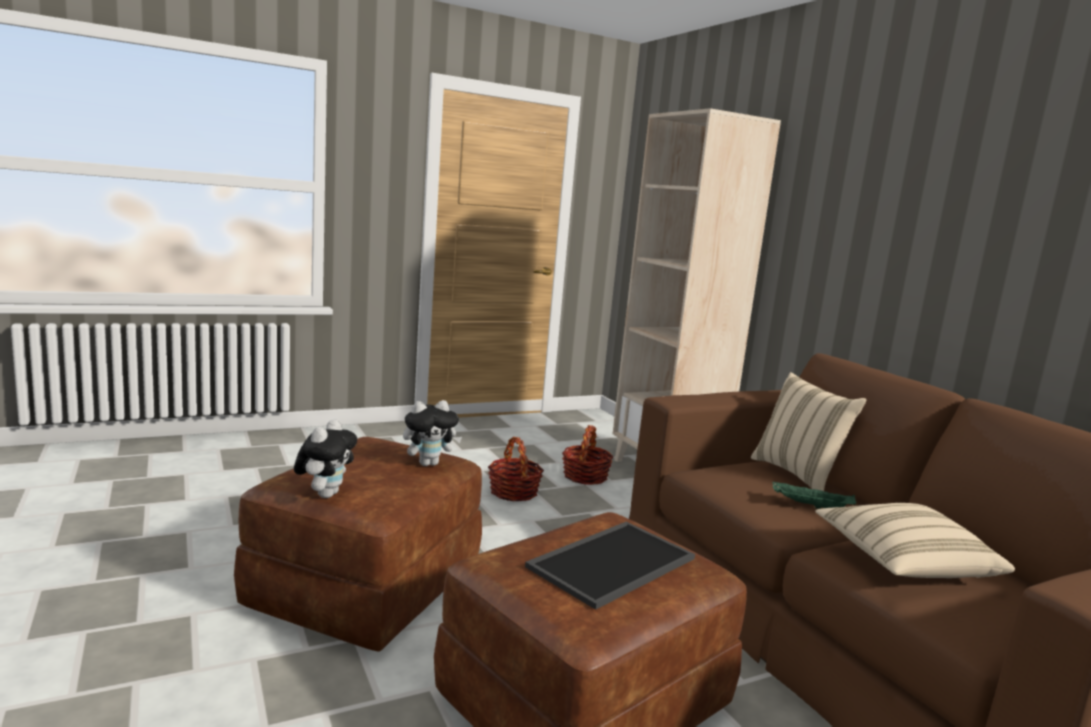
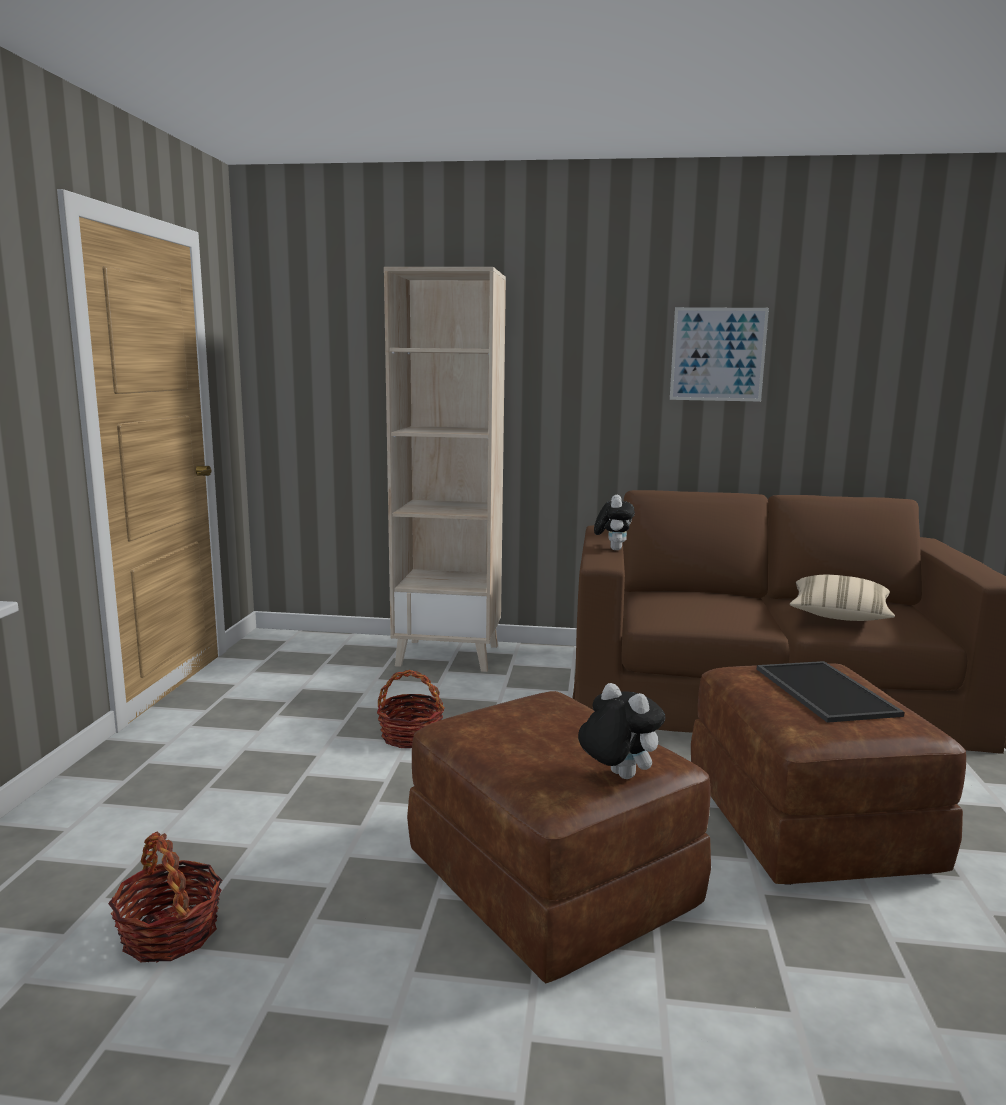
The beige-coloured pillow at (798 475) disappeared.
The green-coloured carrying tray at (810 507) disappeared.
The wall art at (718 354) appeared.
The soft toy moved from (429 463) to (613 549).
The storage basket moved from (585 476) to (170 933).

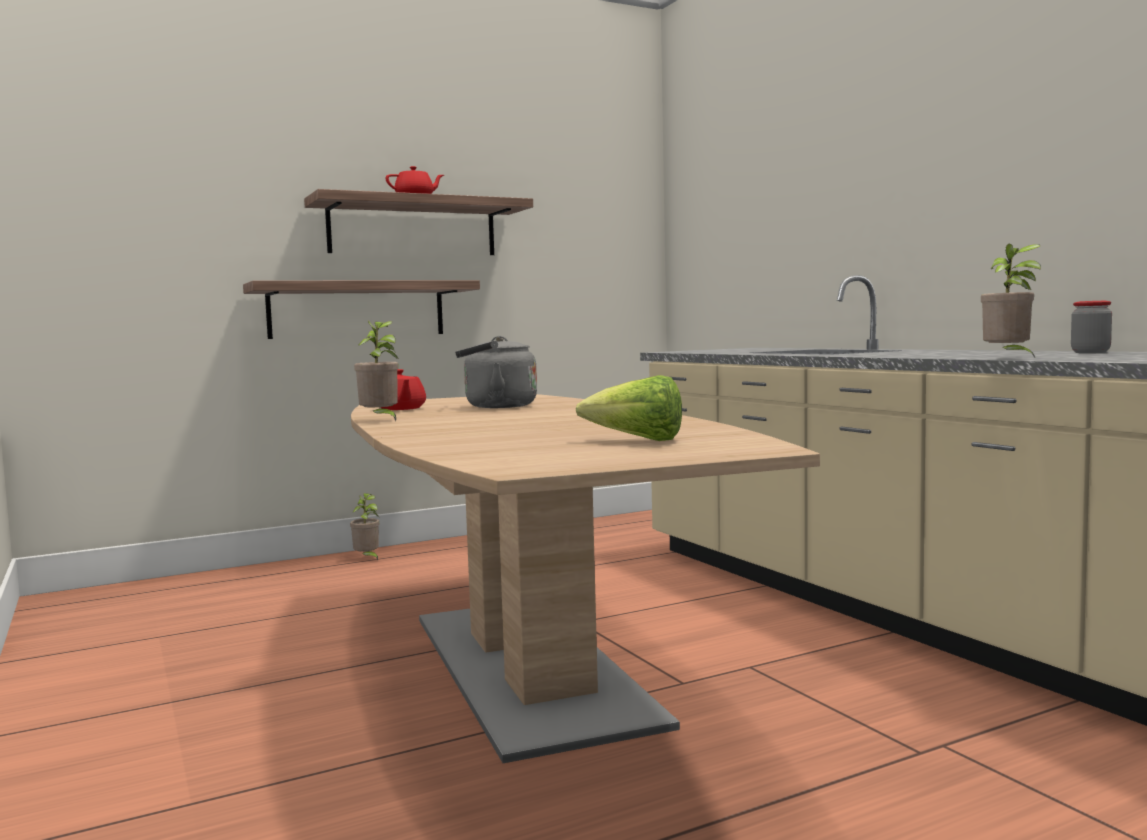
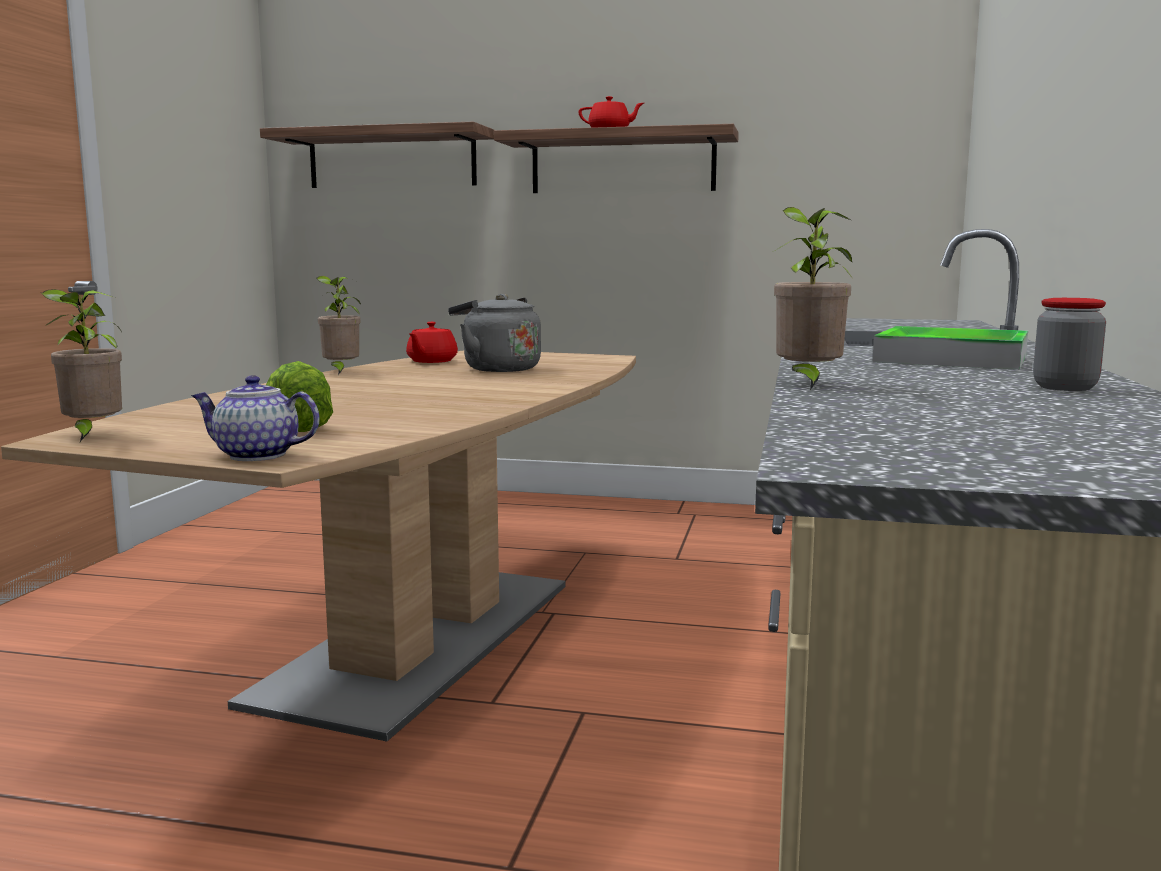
The pot for tea at (255 456) appeared.
The carrying tray at (951 359) appeared.
The wall shelf moved from (357 310) to (392 159).
The plant in a pot moved from (367 558) to (92 435).

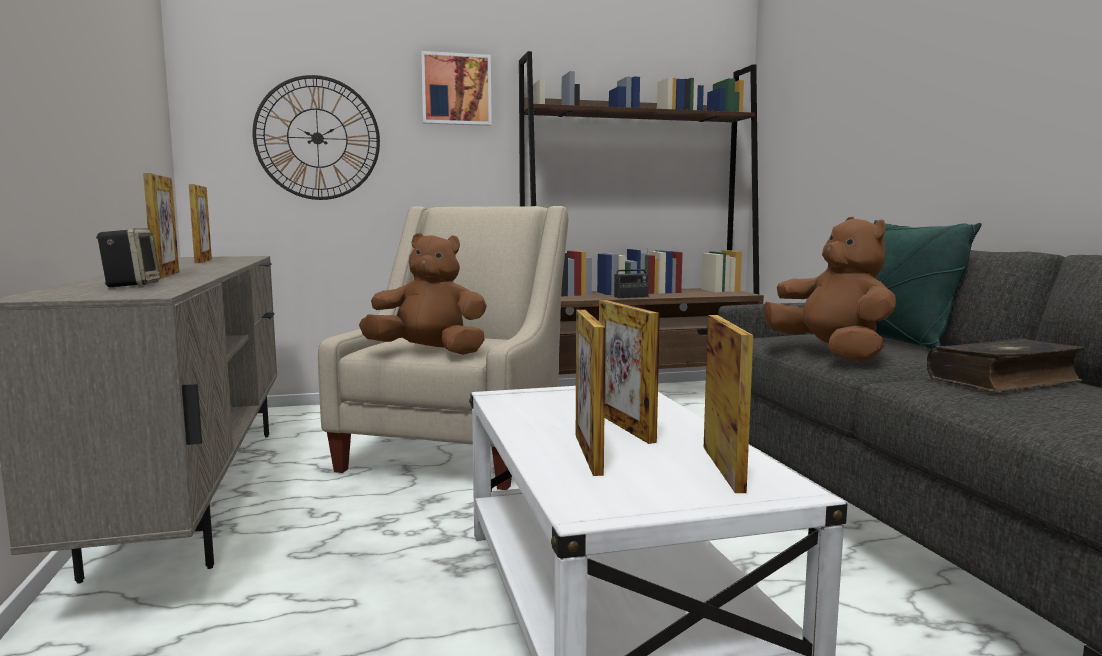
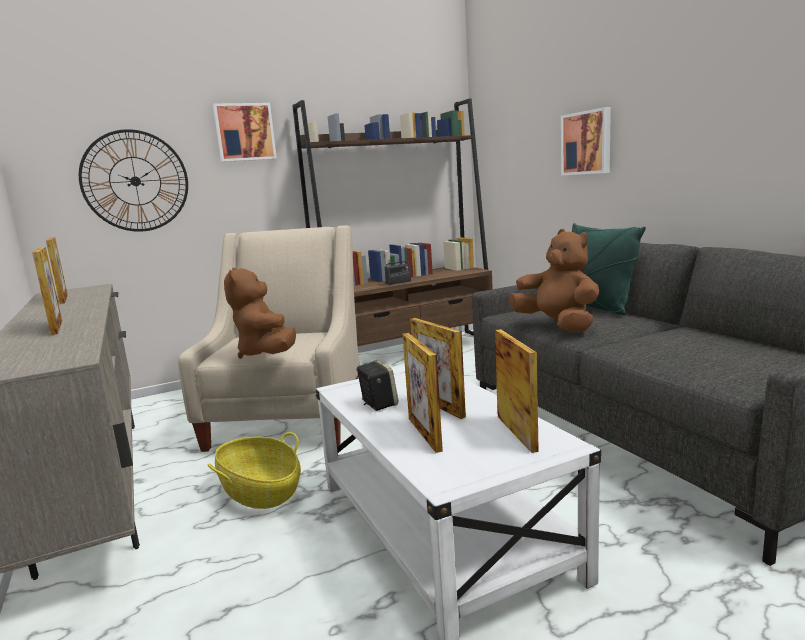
The volume at (1005 381) disappeared.
The storage basket at (261 492) appeared.
The wall art at (587 143) appeared.
The loudspeaker moved from (131 285) to (378 403).
The brown soft toy at (429 352) turned 105 degrees counterclockwise.

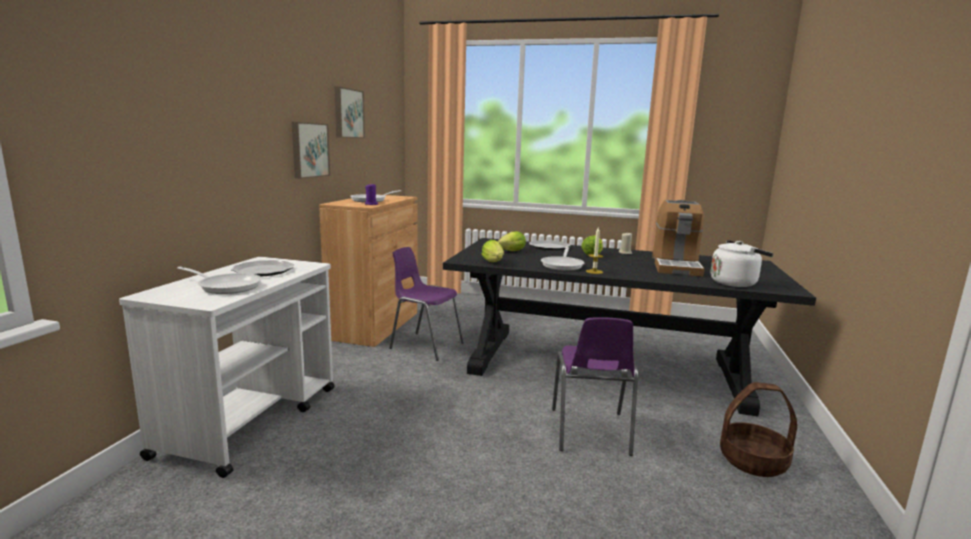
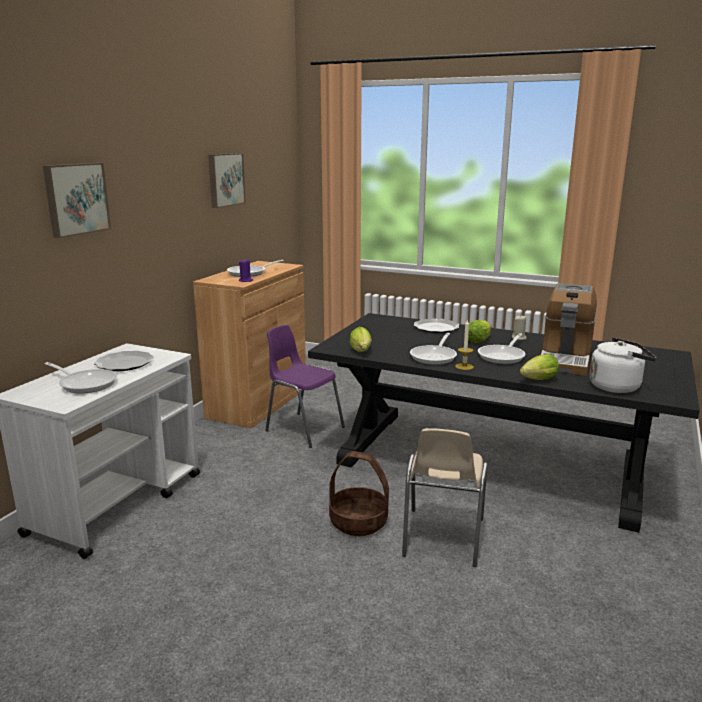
The skillet at (503 356) appeared.
The wall art moved from (309 150) to (75 199).
The lettuce head moved from (510 251) to (537 380).
The storage basket moved from (753 460) to (359 522).
The purple-coloured upright chair at (590 432) became the beige-coloured upright chair at (442 538).

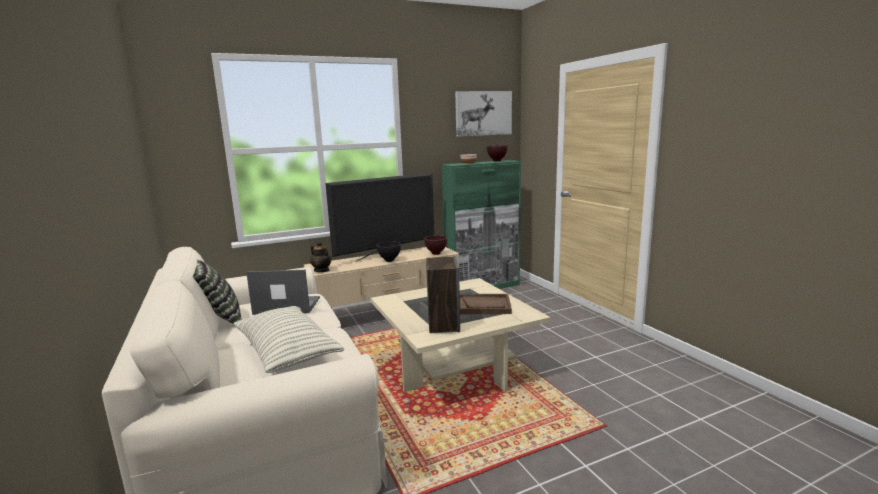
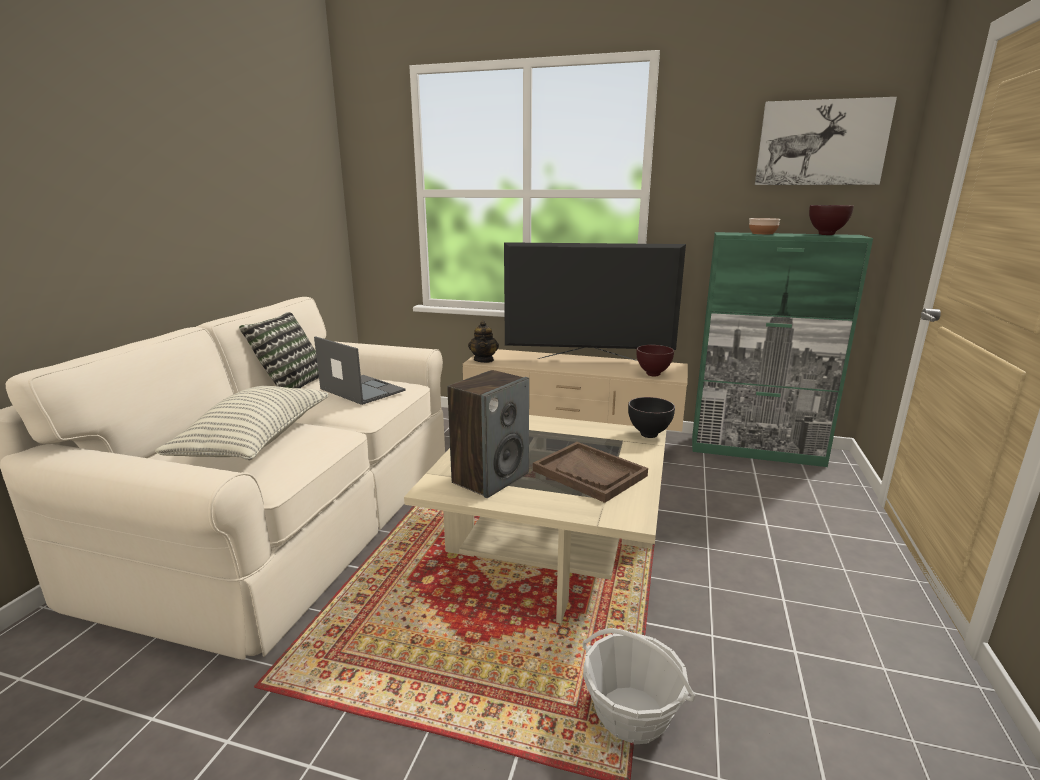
The storage basket at (631 714) appeared.
The black-coloured bowl moved from (389 261) to (648 435).

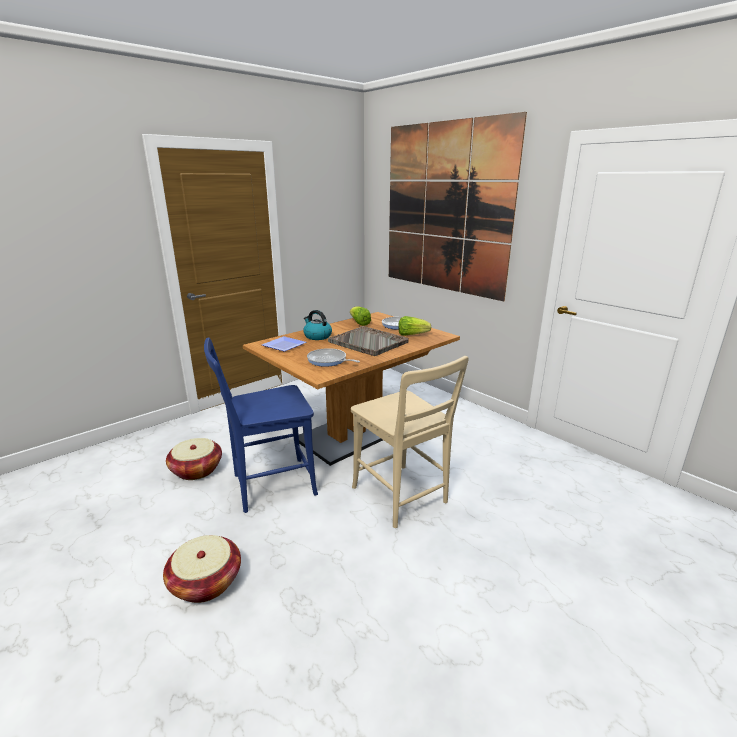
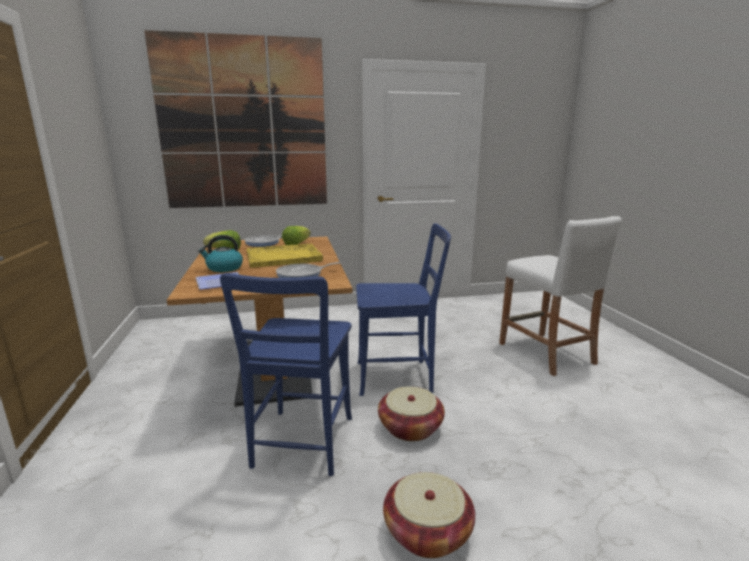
The whitish stool at (546 353) appeared.
The storage basket moved from (196 470) to (410 428).
The grey carrying tray at (368 342) became the yellow carrying tray at (284 257).
The beige-coloured upright chair at (402 498) became the blue upright chair at (399 377).

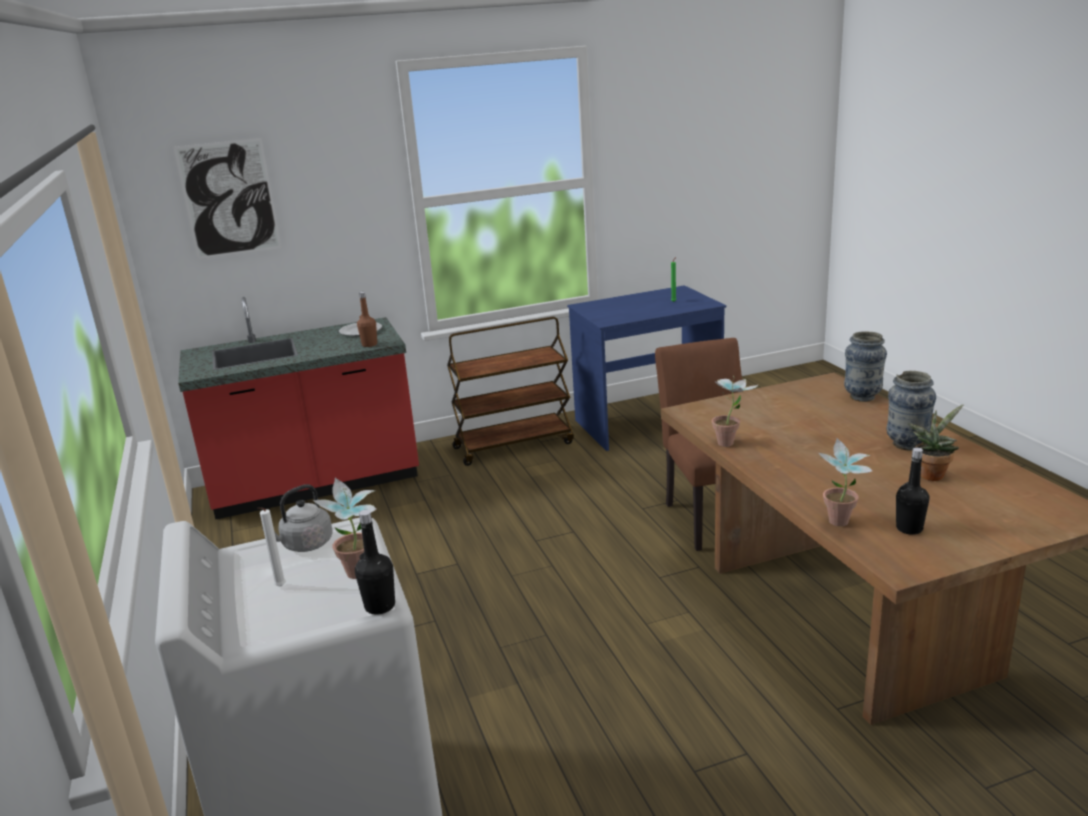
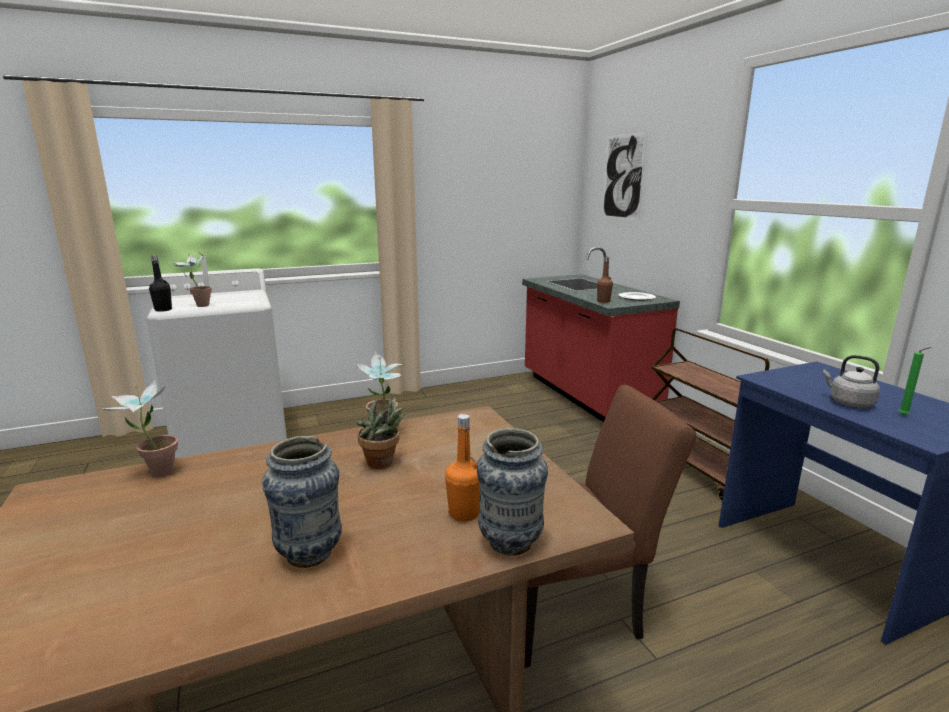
The black-coloured beverage bottle at (909 528) disappeared.
The orange beverage bottle at (464 514) appeared.
The grey kettle moved from (305 545) to (848 402).
The plant in a pot moved from (932 474) to (383 463).

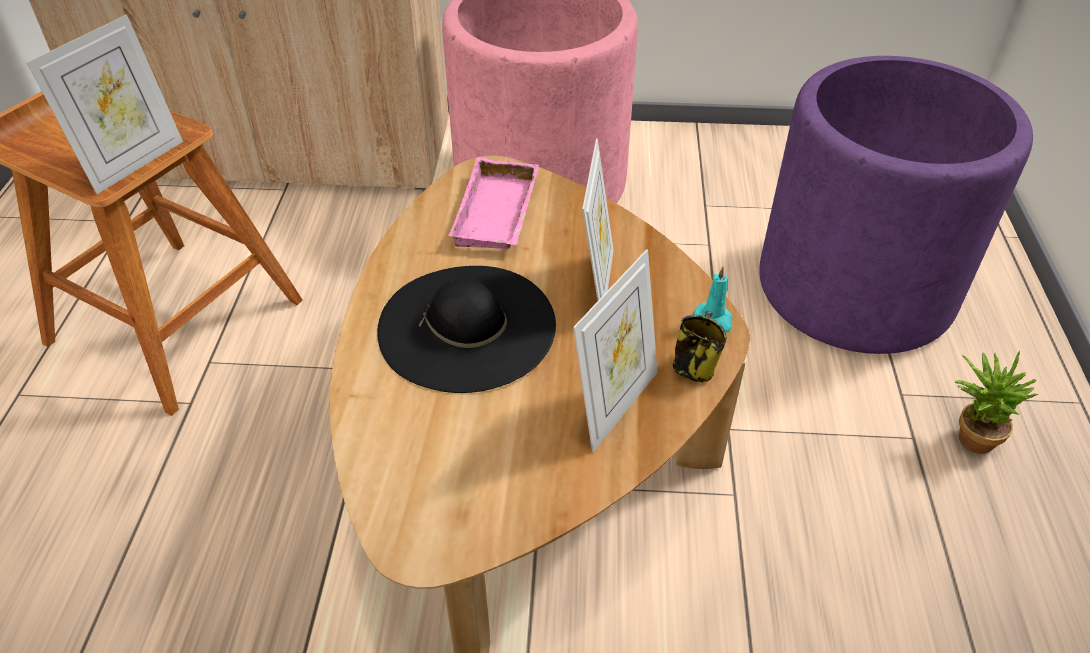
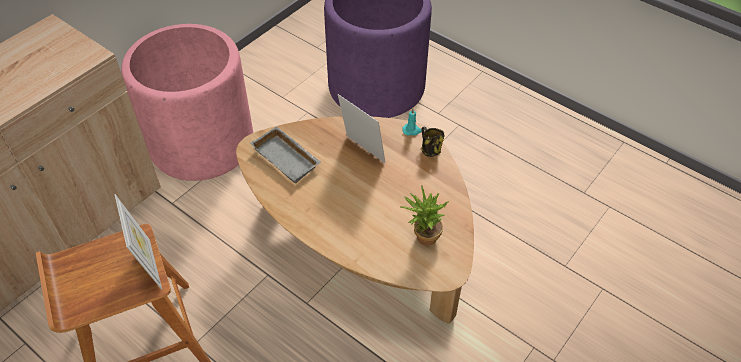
The black-coloured clothing hat at (467 326) disappeared.
The photo frame at (615 405) disappeared.
The plant in a pot moved from (969 435) to (422 237).
The pinkish carrying tray at (499 214) became the grey carrying tray at (288 158).

